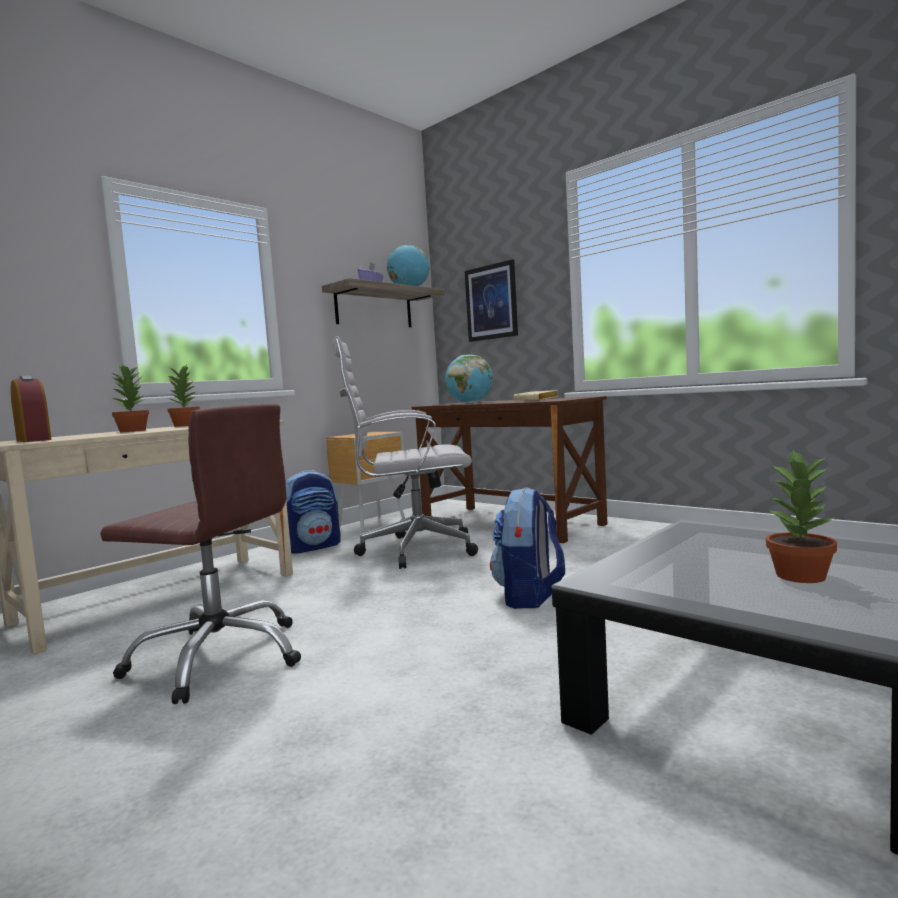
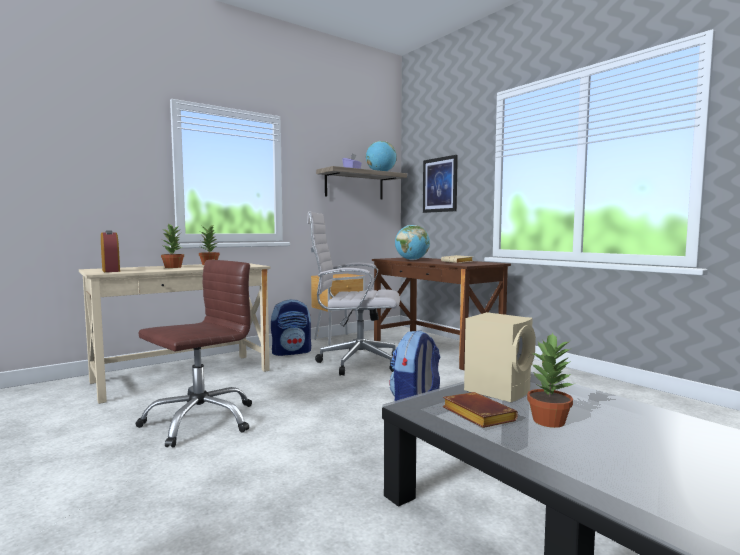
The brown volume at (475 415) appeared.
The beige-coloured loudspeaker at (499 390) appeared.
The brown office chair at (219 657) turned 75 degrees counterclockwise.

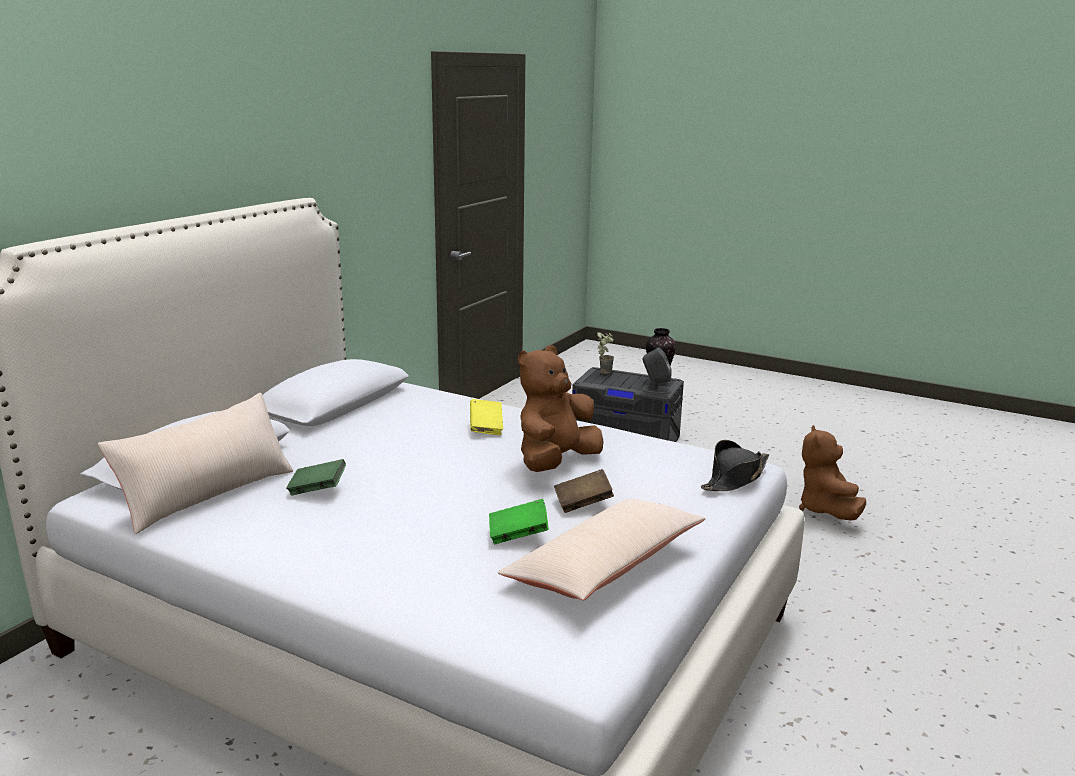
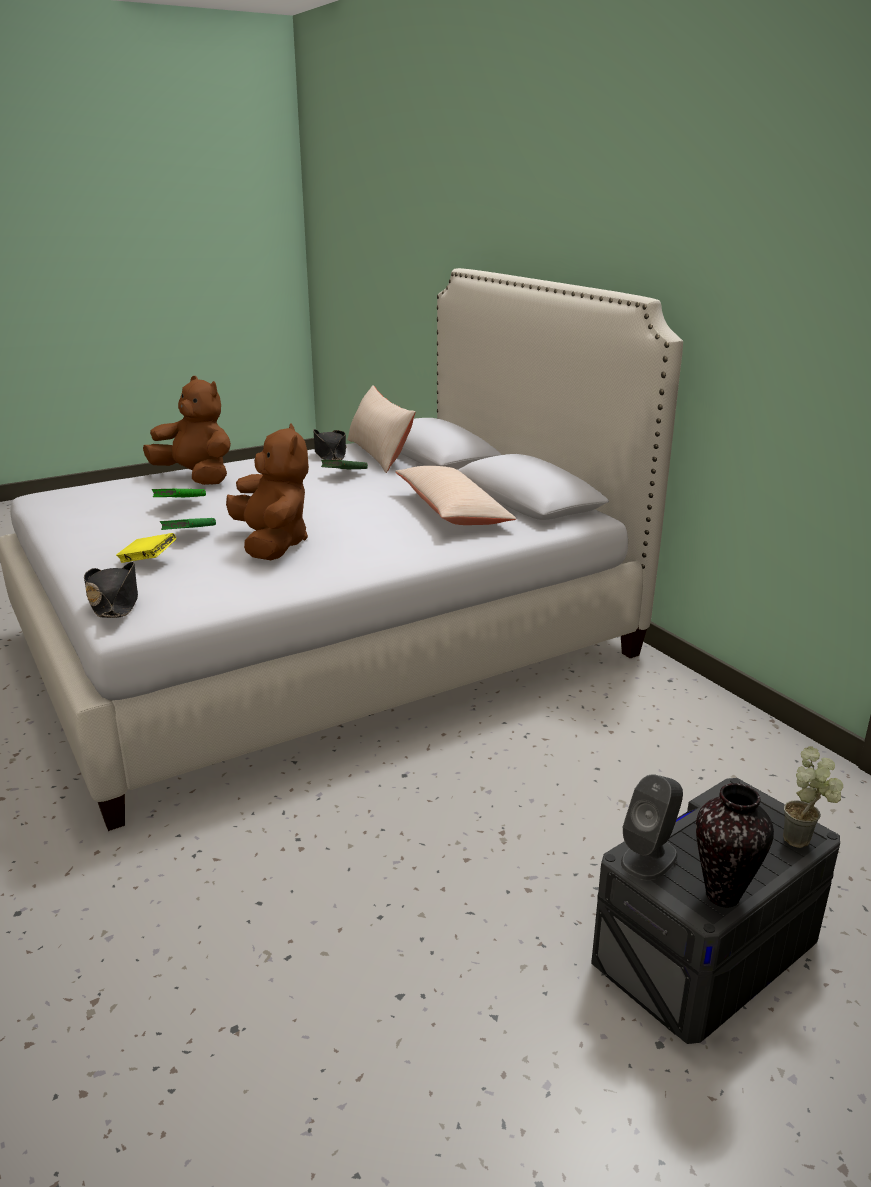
The black-coloured clothing hat at (330 454) appeared.
The yellow volume moved from (486 428) to (148 560).
The beige-coloured pillow moved from (605 566) to (452 511).
The brown soft toy moved from (826 510) to (196 477).
The brown volume at (583 503) became the green-coloured volume at (189 536).

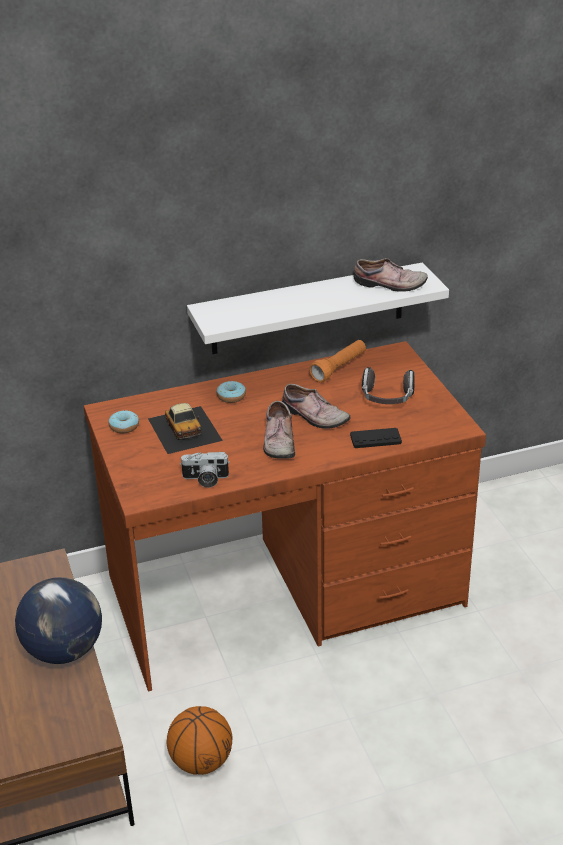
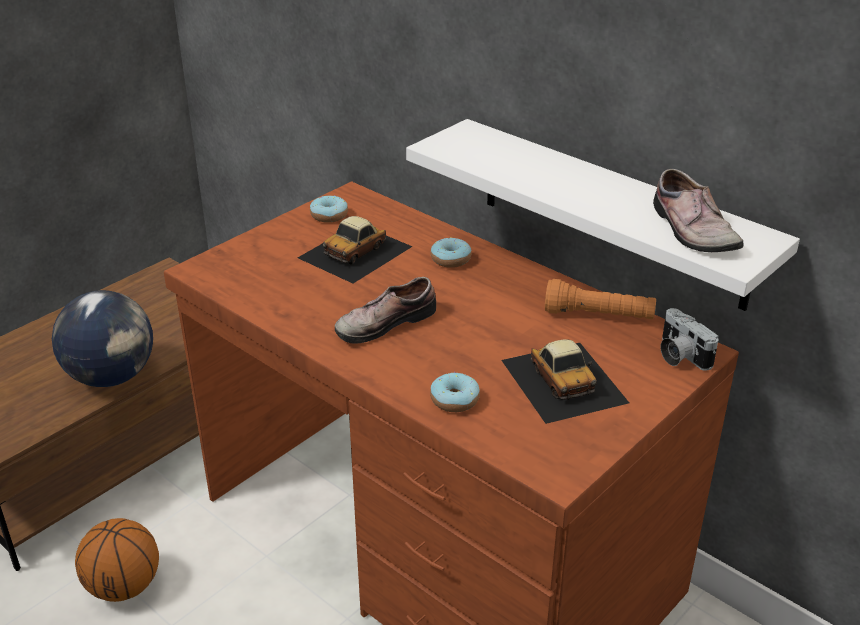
The item of footwear at (313 416) disappeared.
The still camera moved from (205 479) to (679 355).
The black-coloured joypad at (375 439) was replaced by the donut at (454 400).
The pair of headphones at (387 399) was replaced by the model car at (564 380).

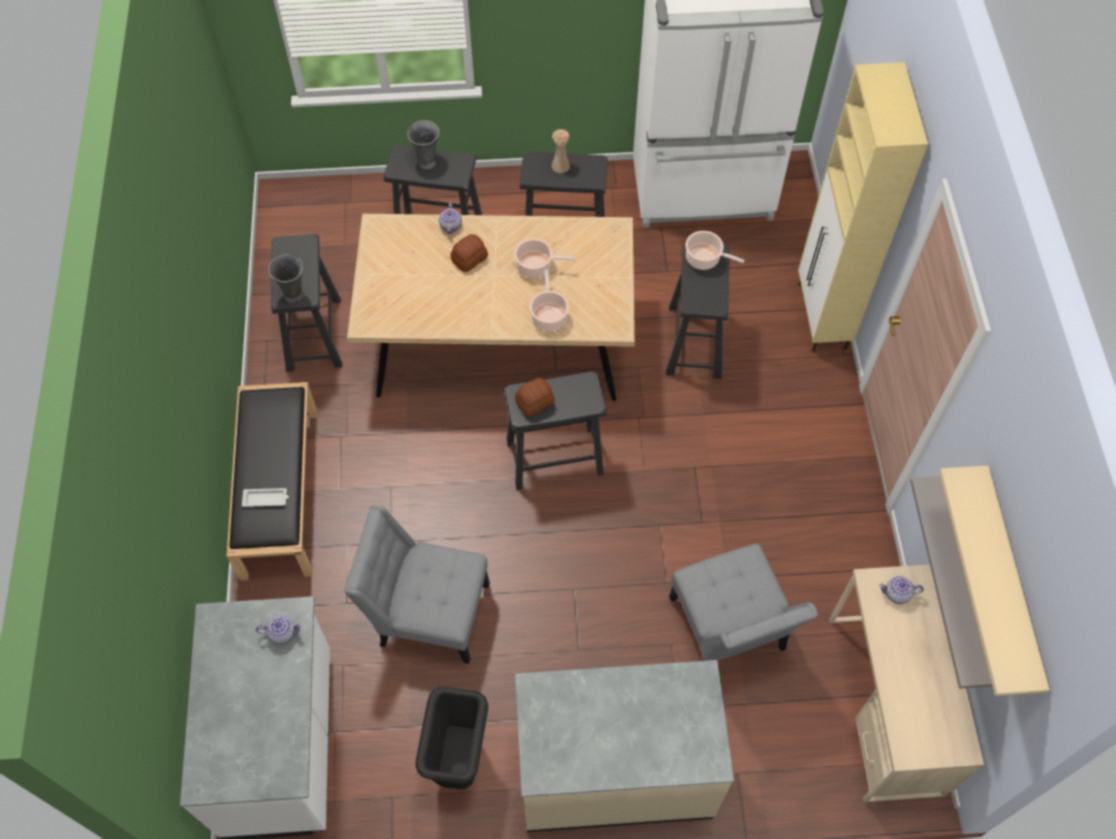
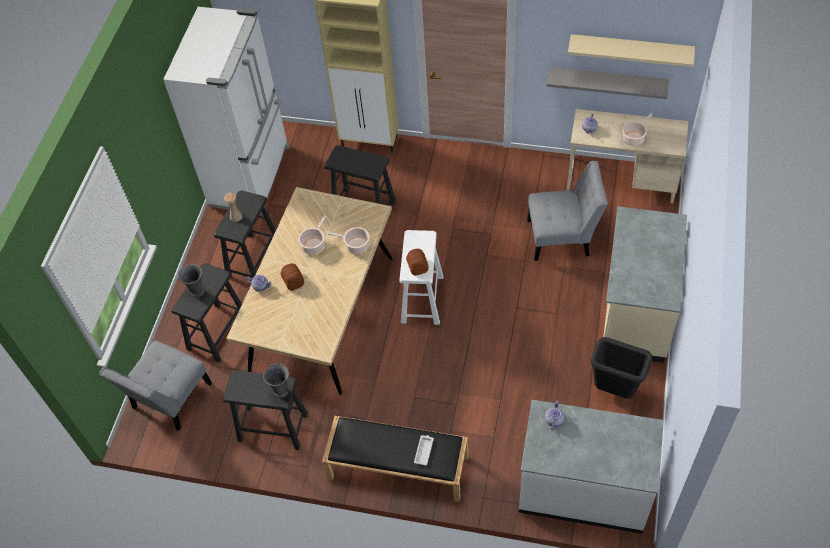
The grey upright chair moved from (428 612) to (169 399).
The stockpot moved from (705 259) to (634 138).
The black-coloured stool at (554 457) became the whitish stool at (422 299).

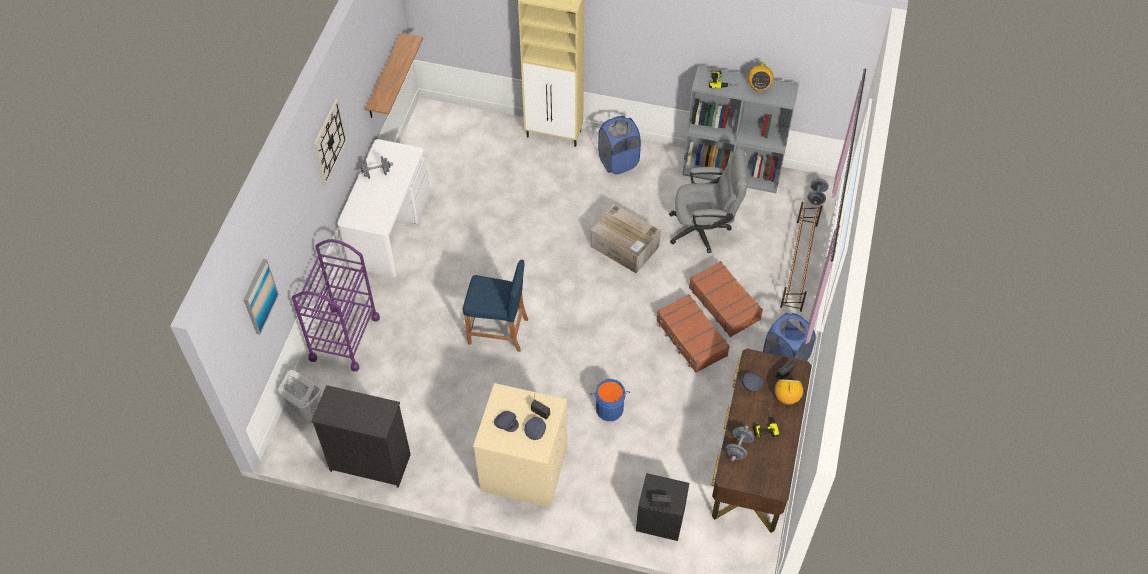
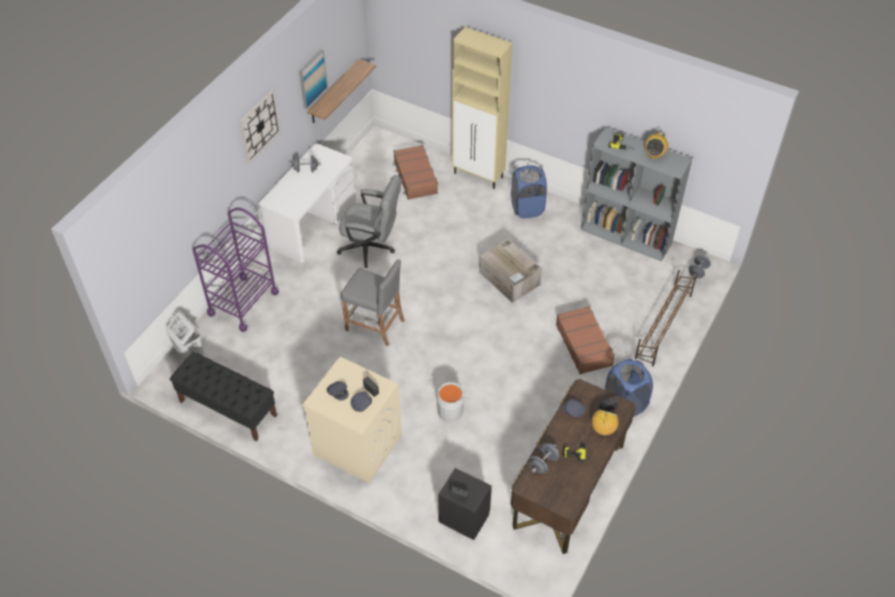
The wall art moved from (259 296) to (312 79).
The brown travel case moved from (691 338) to (415 177).
The grey office chair moved from (704 229) to (371 248).
The black-coloured chest of drawers at (370 462) was replaced by the black-coloured indoor bench at (227 408).
The blue stool at (498 331) became the grey stool at (375 325).
The blue bucket at (609 408) became the grey bucket at (450 410).

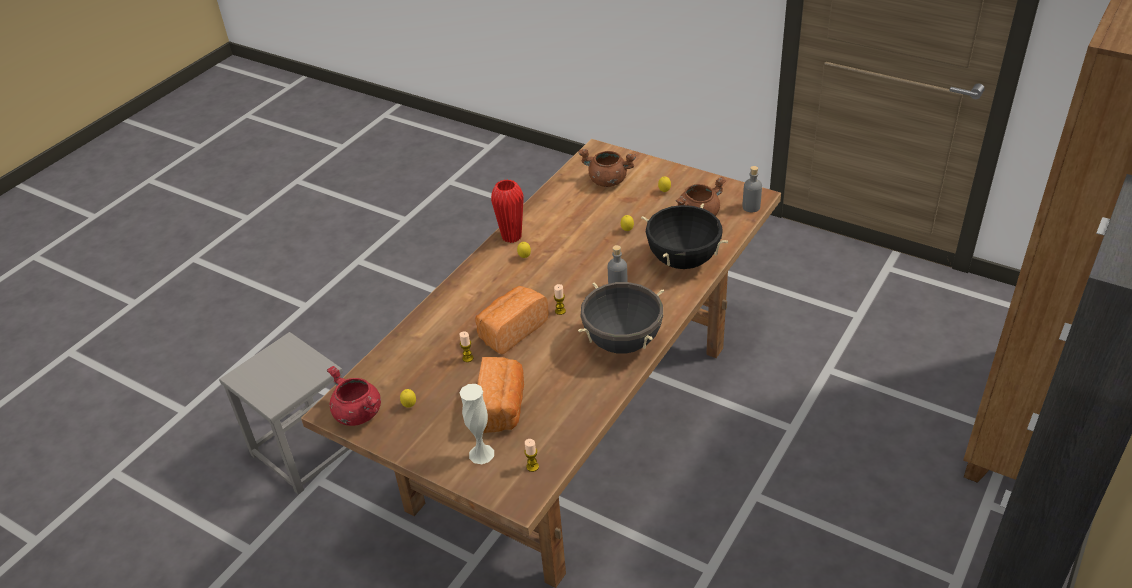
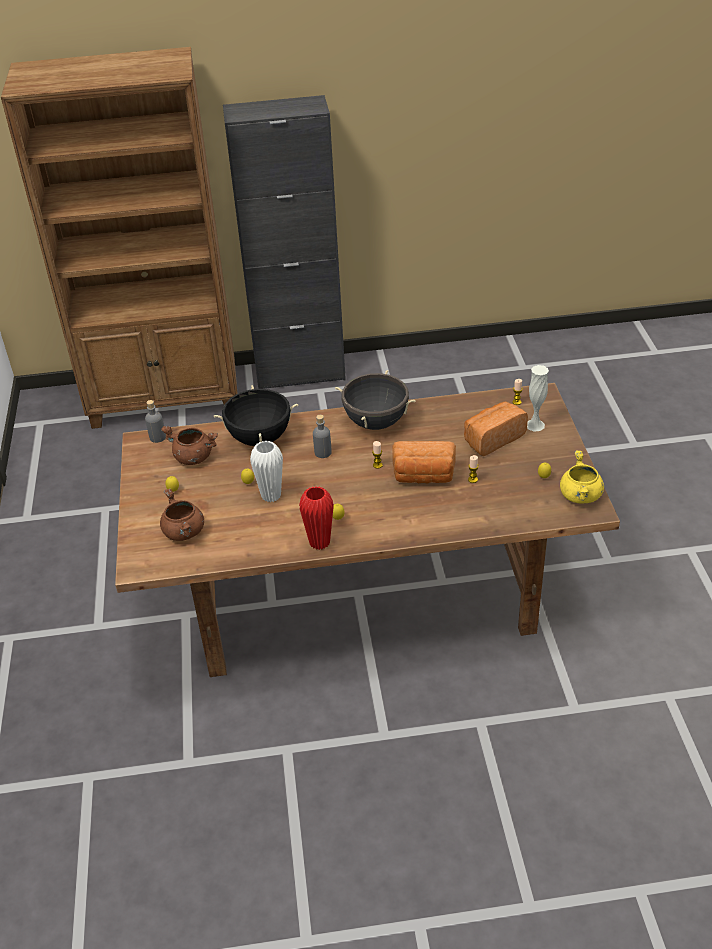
The grey stool at (305 449) disappeared.
The whitish flower vase at (271 495) appeared.
The reddish stockpot at (357 413) became the yellow stockpot at (580 496).

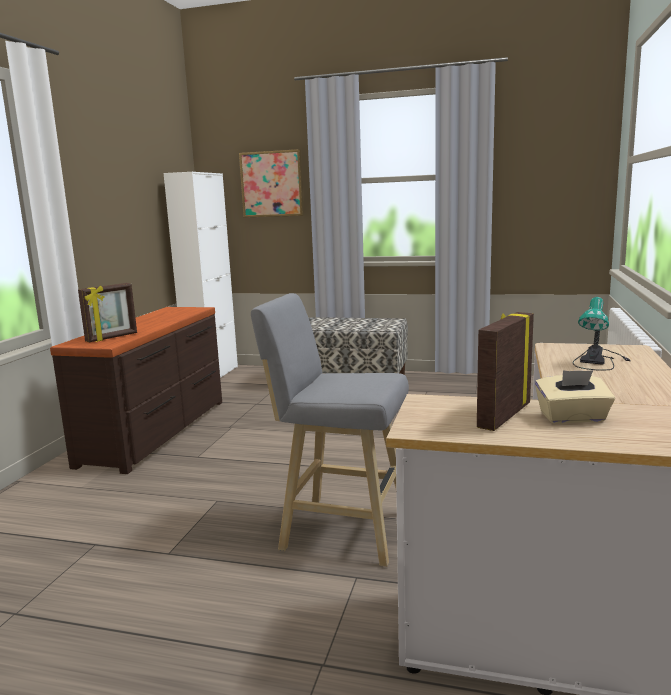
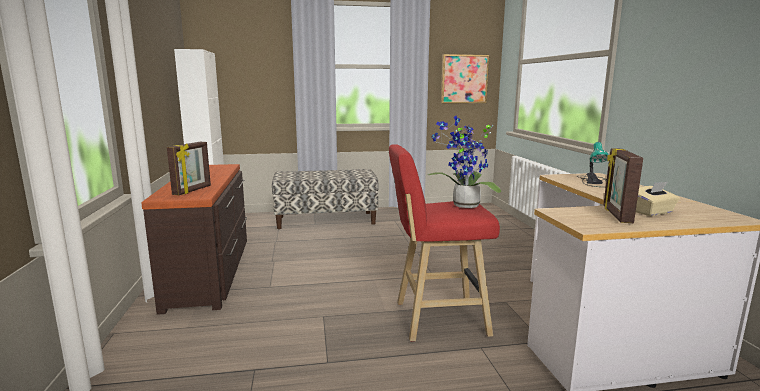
The plant in a pot at (463 206) appeared.
The wall art moved from (272 184) to (464 79).
The grey stool at (340 529) became the reddish stool at (436 319).

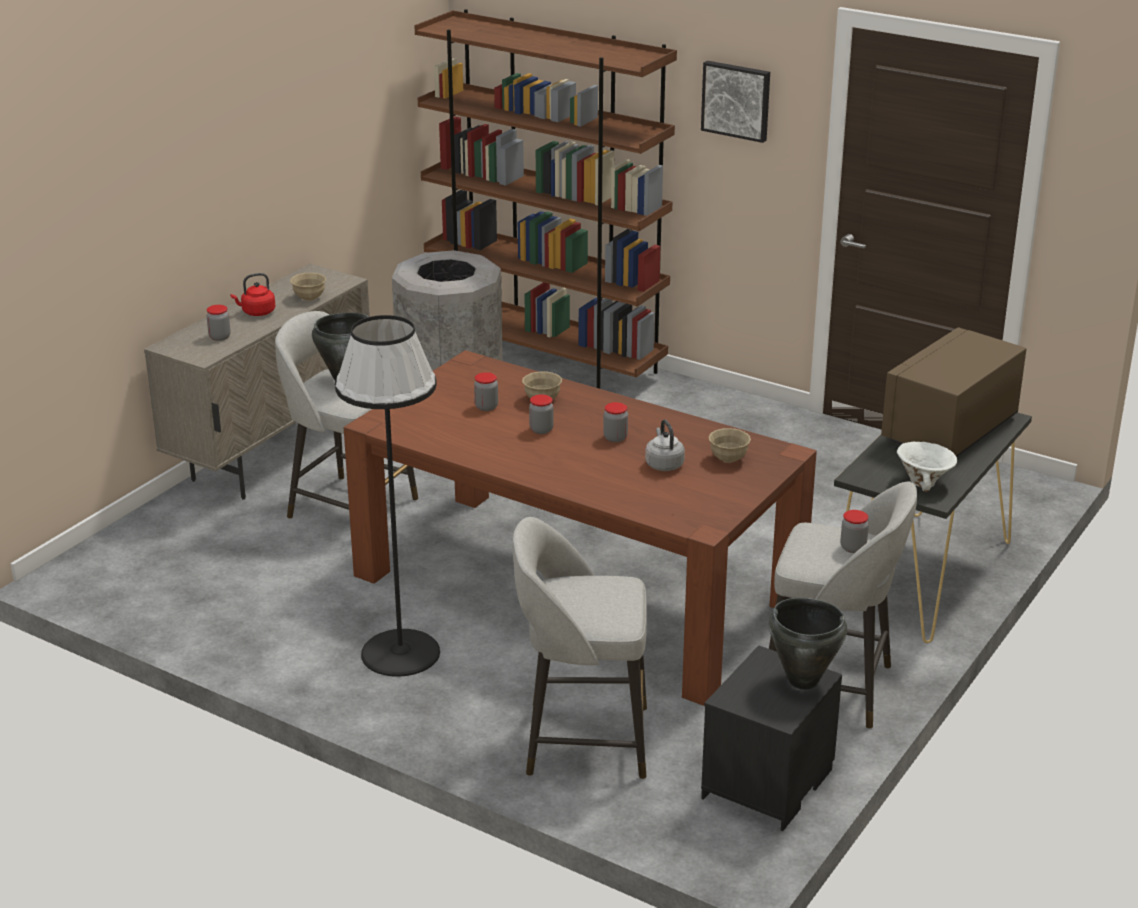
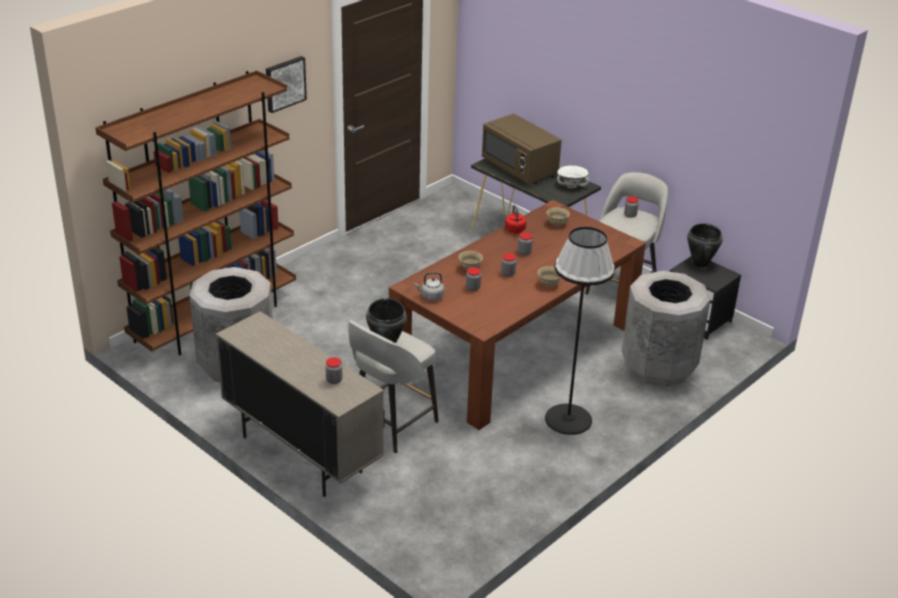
The reddish kettle moved from (256 312) to (515 230).
The beige-coloured bowl moved from (309 298) to (548 284).
The grey kettle moved from (663 464) to (431 296).
The grey stool at (582 740) was replaced by the grey rubbish bin at (658 367).

